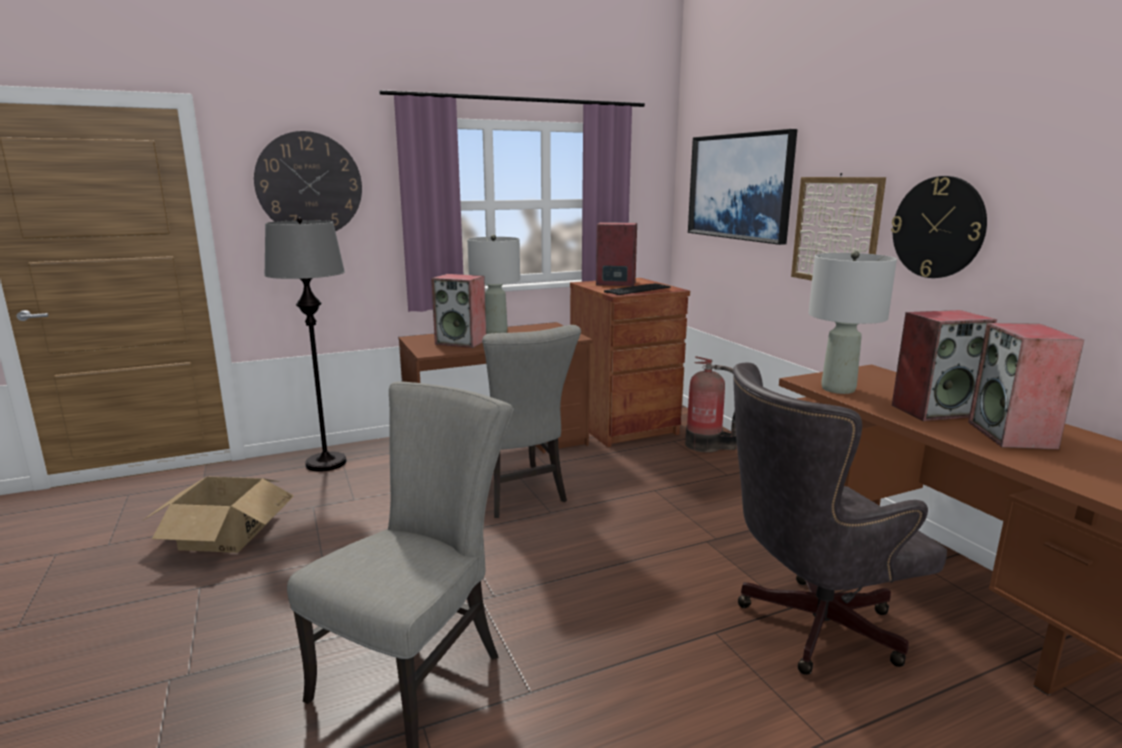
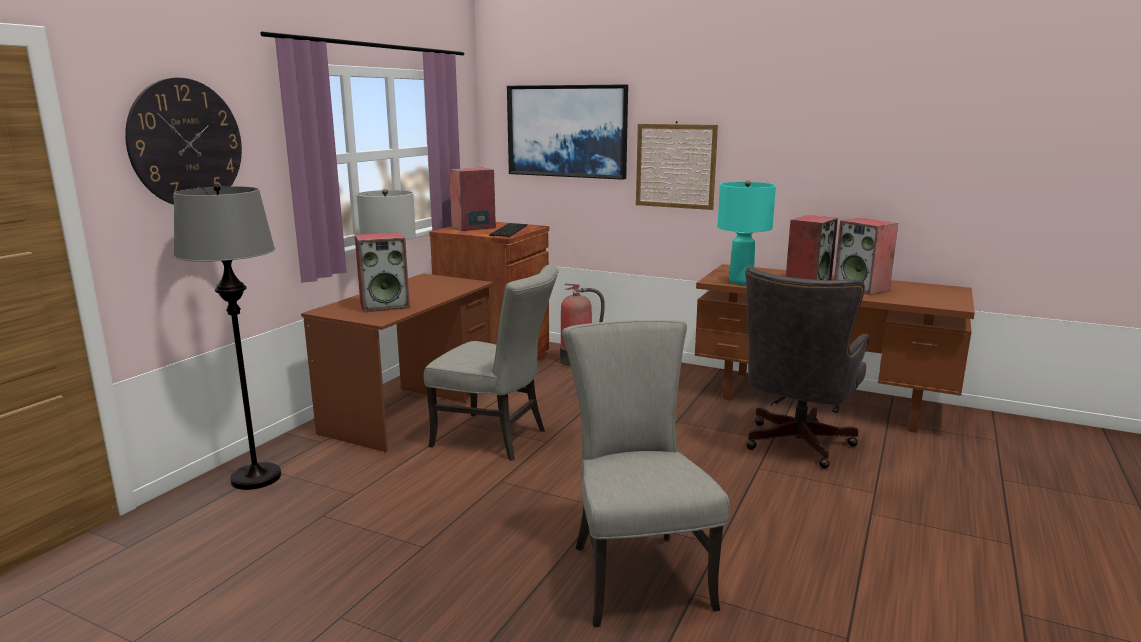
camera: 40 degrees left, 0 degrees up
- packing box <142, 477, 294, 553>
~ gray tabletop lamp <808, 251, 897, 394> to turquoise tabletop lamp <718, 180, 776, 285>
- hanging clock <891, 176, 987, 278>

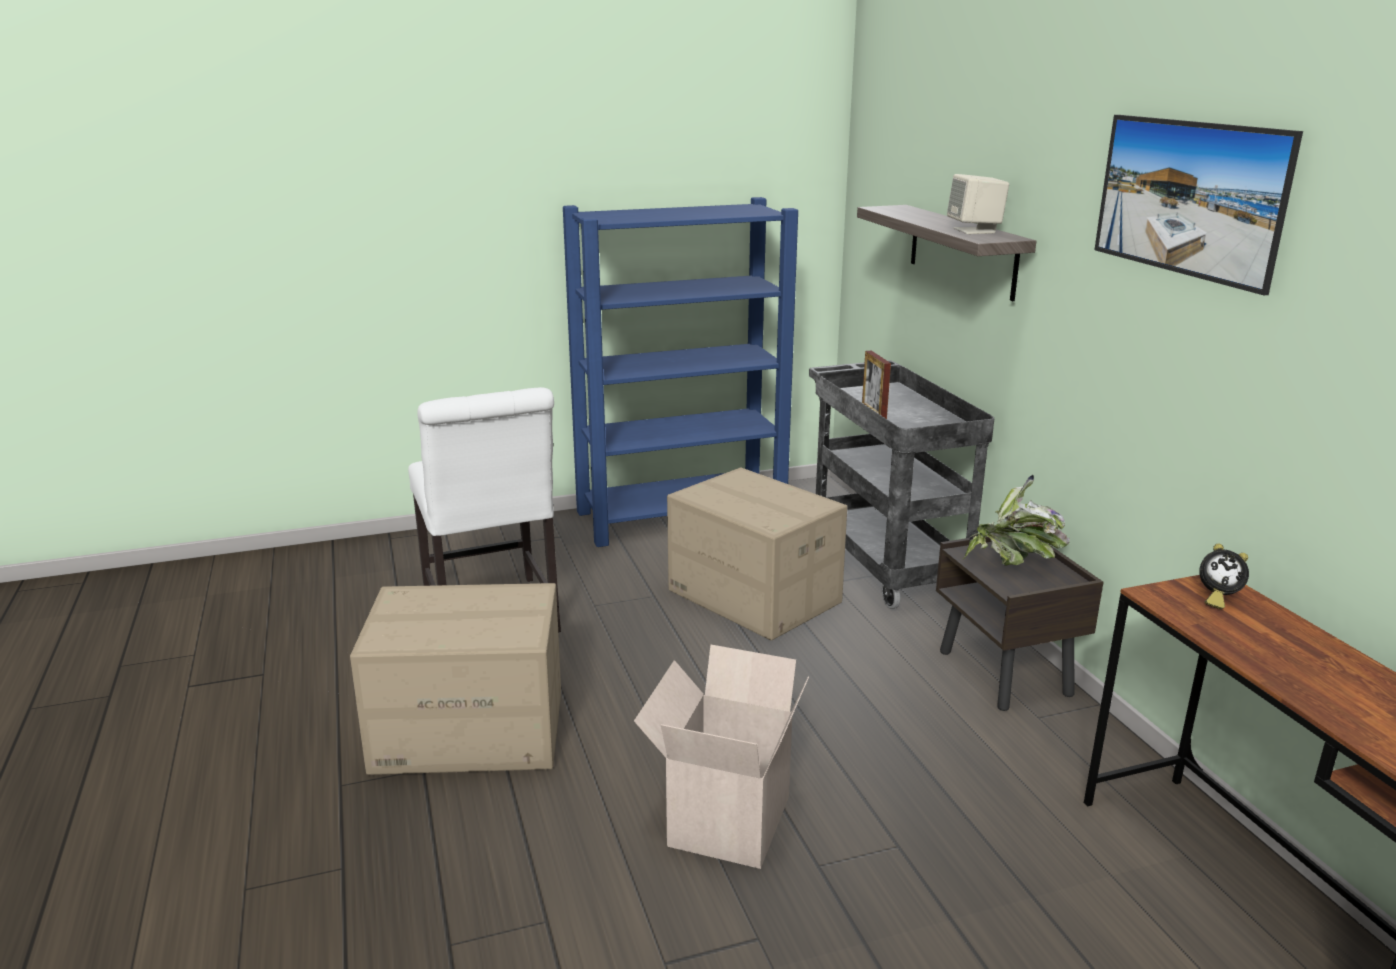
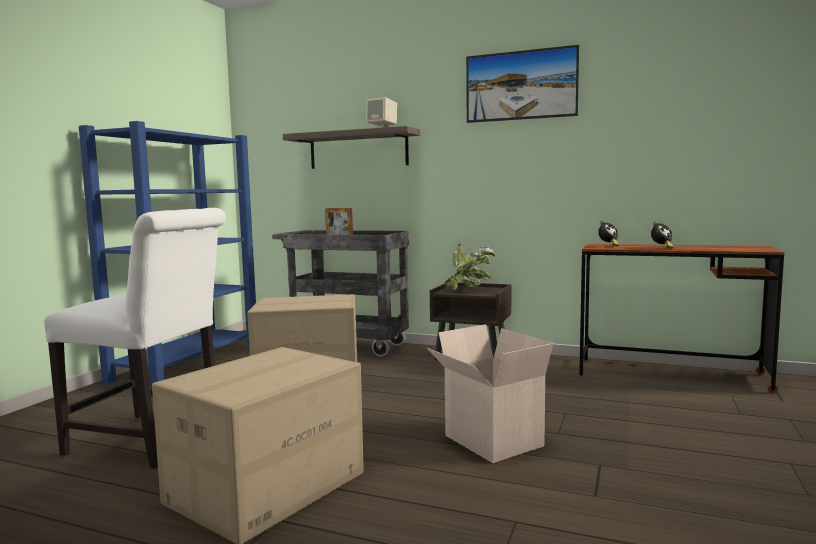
camera: 50 degrees left, 15 degrees down
+ table clock <651, 221, 674, 249>

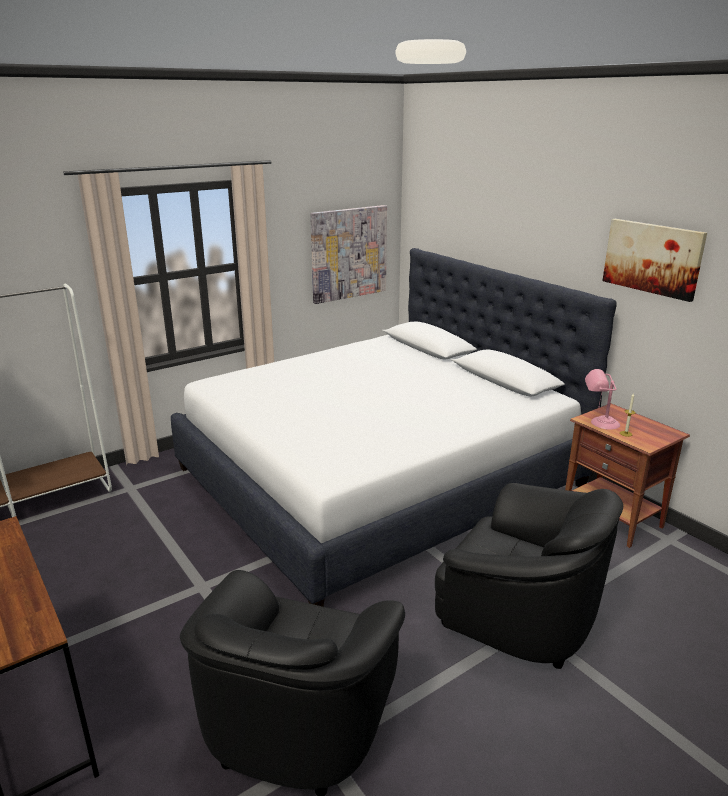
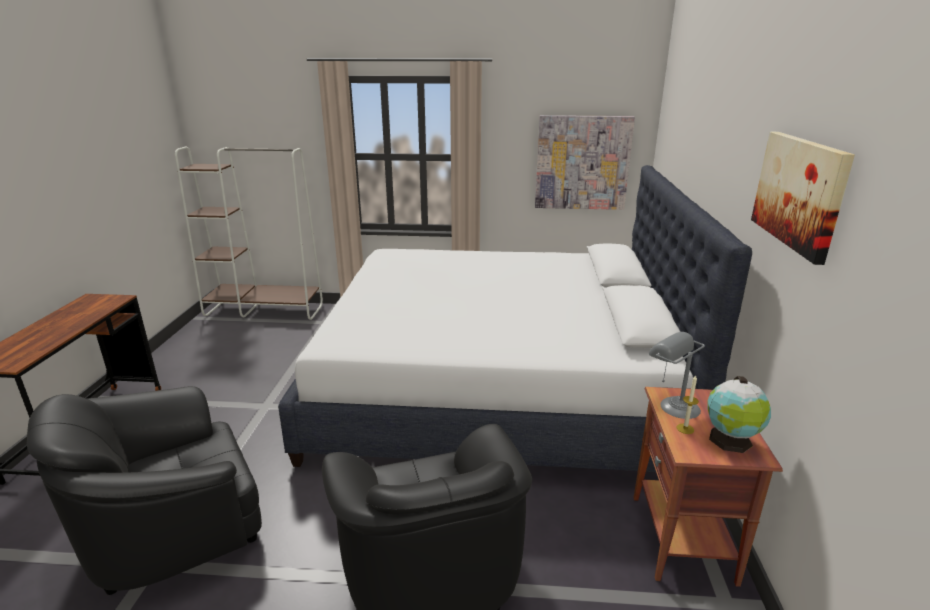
camera: 40 degrees right, 0 degrees up
~ pink-coloured tabletop lamp <585, 369, 620, 430> to gray tabletop lamp <649, 332, 705, 419>
+ desk globe <708, 376, 771, 453>

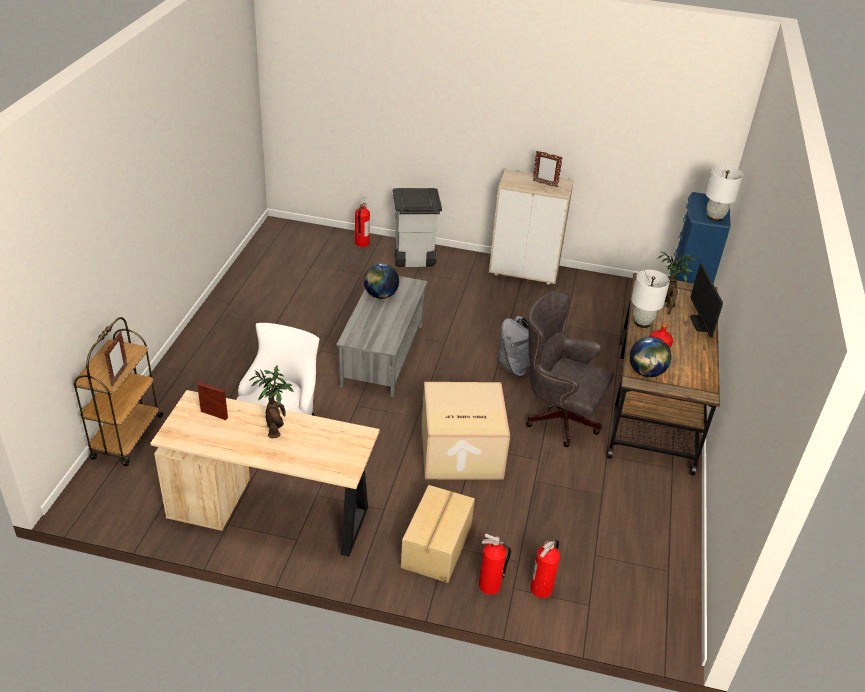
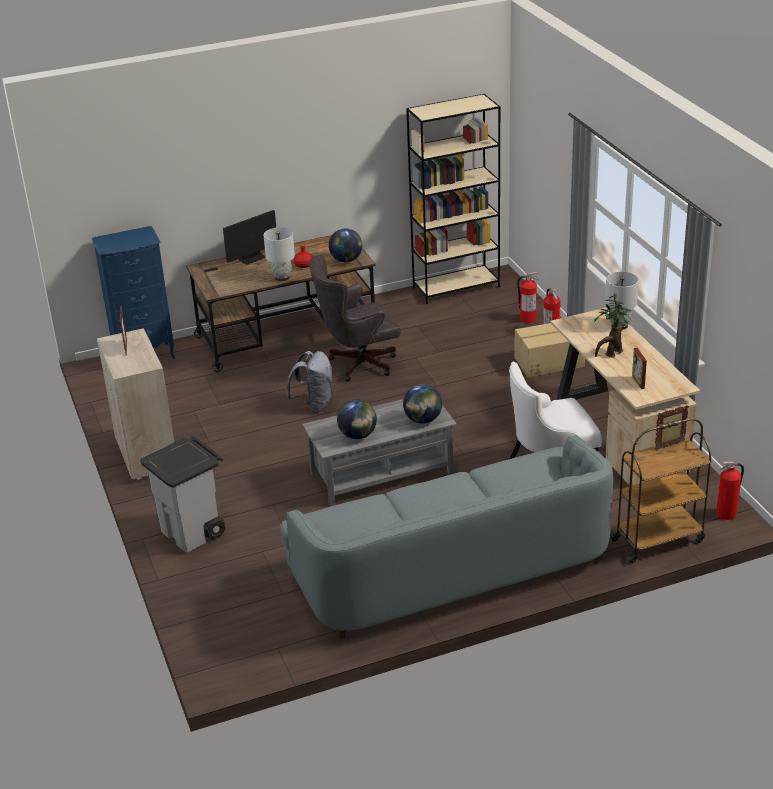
camera: 120 degrees left, 5 degrees down
~ fire extinguisher <355, 197, 370, 247> to <716, 462, 744, 520>
- packing box <421, 382, 510, 479>
~ gray desk chair <526, 291, 614, 447> = <310, 255, 401, 382> 75 degrees clockwise
- plant in a pot <657, 251, 695, 314>
~ white tabletop lamp <706, 165, 743, 222> to <605, 272, 639, 330>
+ gray sofa <280, 435, 613, 640>
+ desk globe <403, 384, 442, 424>
+ beige shelving unit <406, 94, 500, 304>

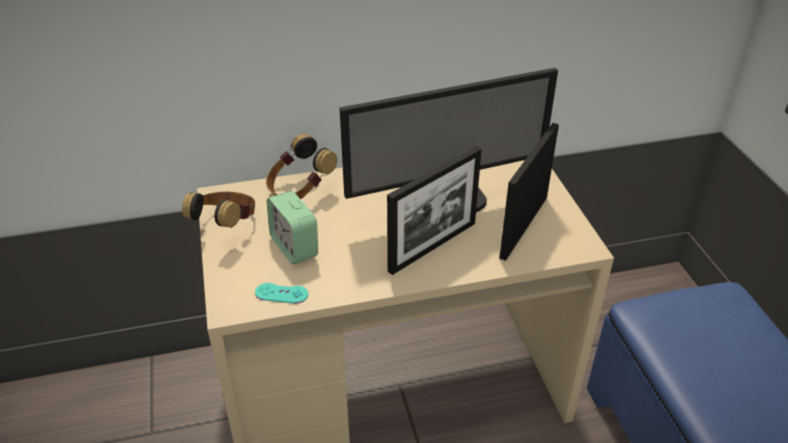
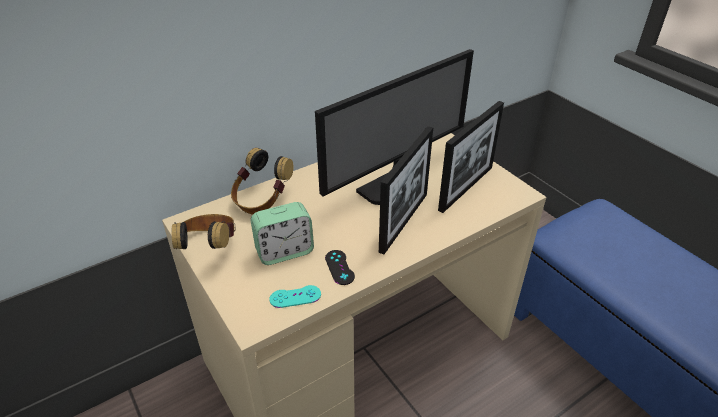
camera: 20 degrees left, 0 degrees up
~ table clock <267, 191, 318, 265> = <251, 202, 314, 265> 60 degrees counterclockwise
~ standing frame <499, 123, 559, 261> = <438, 101, 504, 213> 150 degrees counterclockwise
+ blackish gamepad <325, 250, 355, 285>

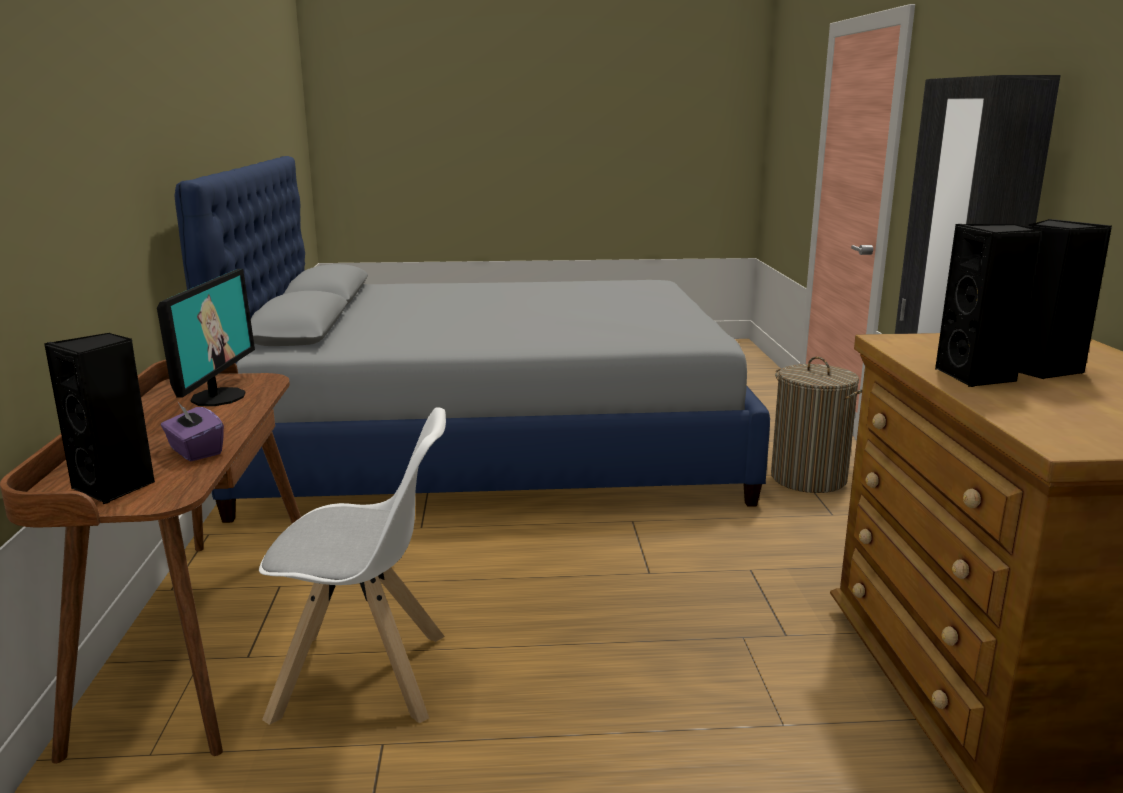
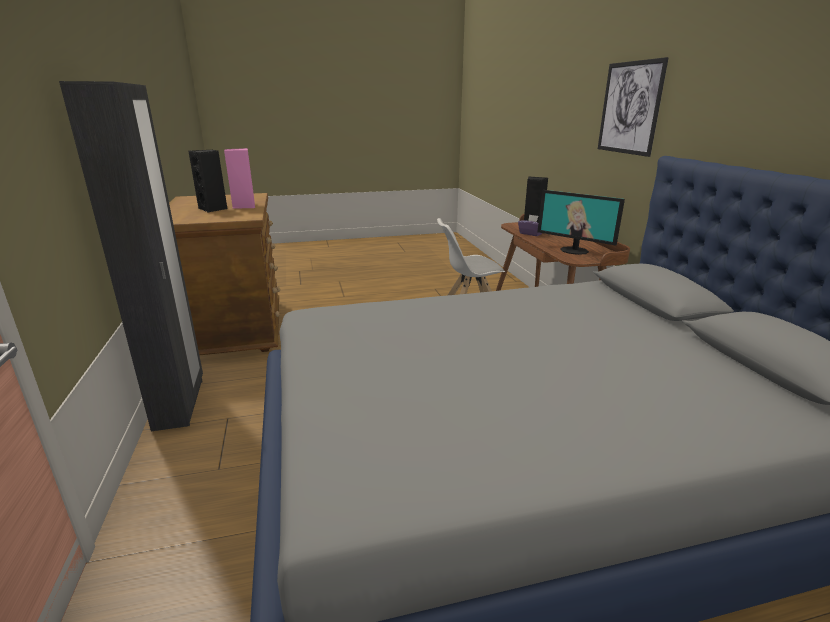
camera: 170 degrees right, 5 degrees up
~ monitor <157, 269, 255, 406> = <538, 190, 625, 255> 45 degrees counterclockwise
- washing basket <771, 357, 862, 493>
~ blackish speaker <935, 224, 1042, 387> to pink-coloured speaker <224, 148, 255, 209>
+ wall art <598, 57, 669, 157>

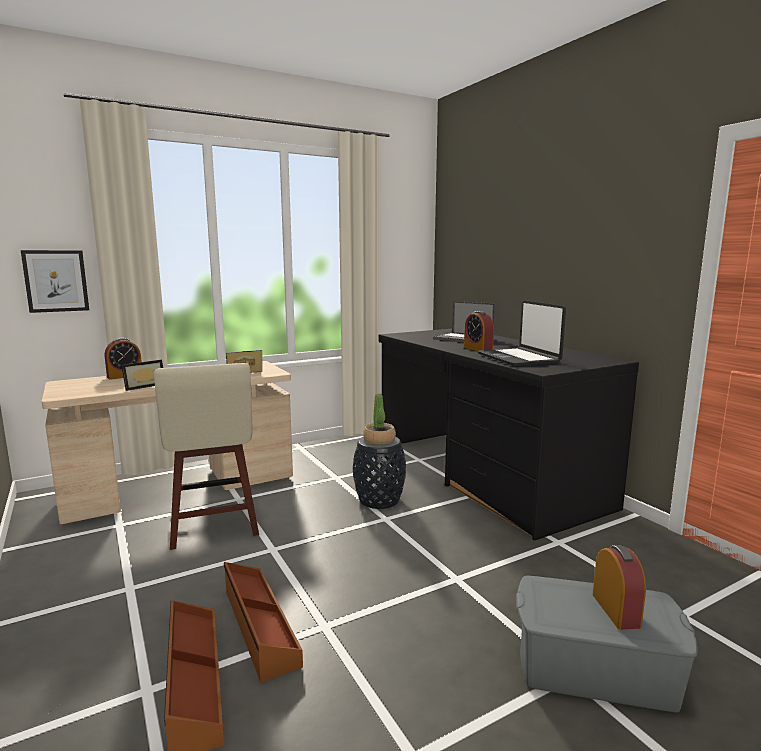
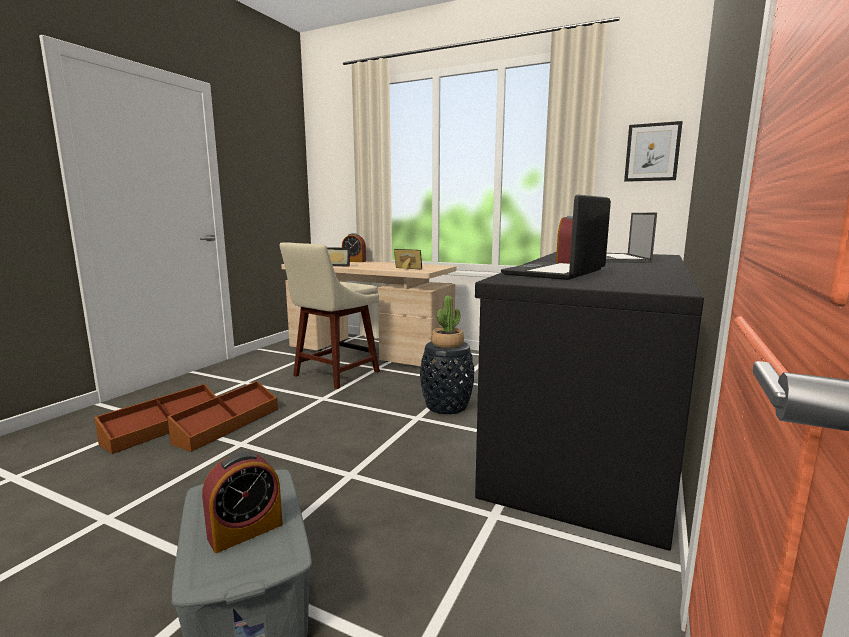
camera: 55 degrees right, 0 degrees up
~ wall art <21, 250, 89, 313> to <624, 121, 683, 182>

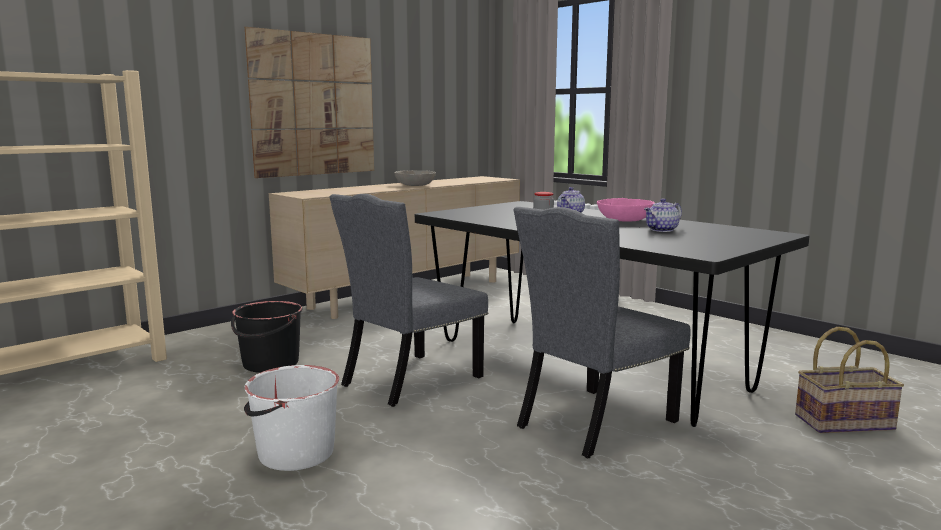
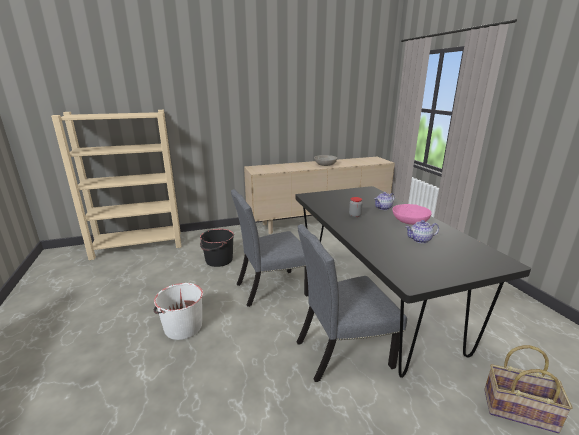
camera: 25 degrees right, 10 degrees up
- wall art <245, 27, 374, 178>

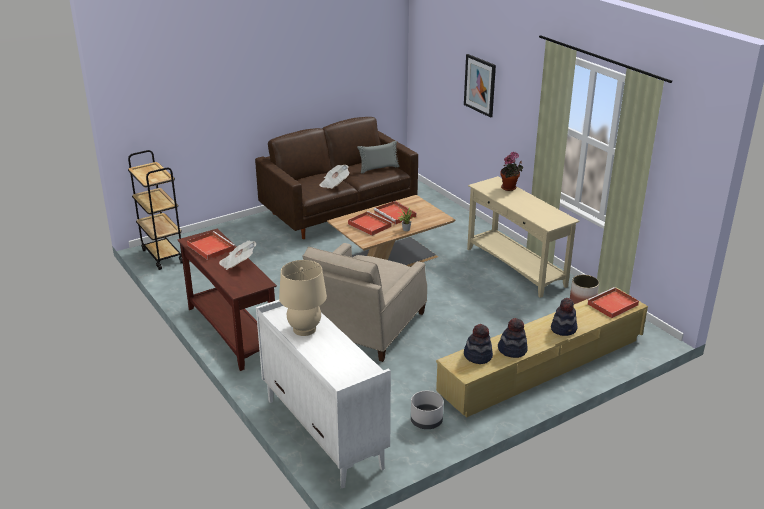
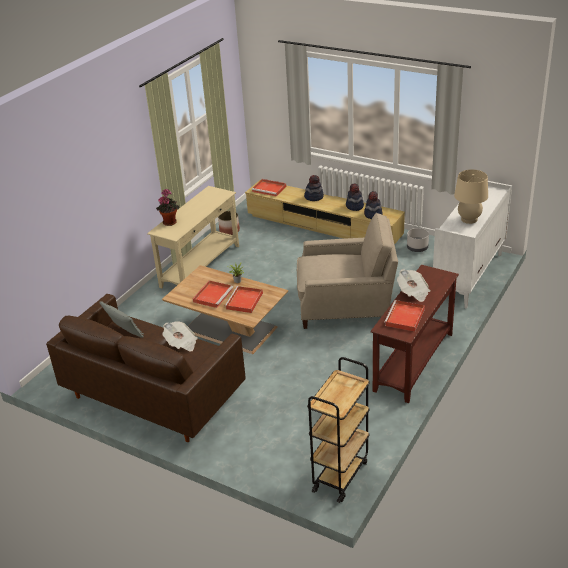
camera: 115 degrees left, 5 degrees up
- wall art <464, 54, 496, 118>

